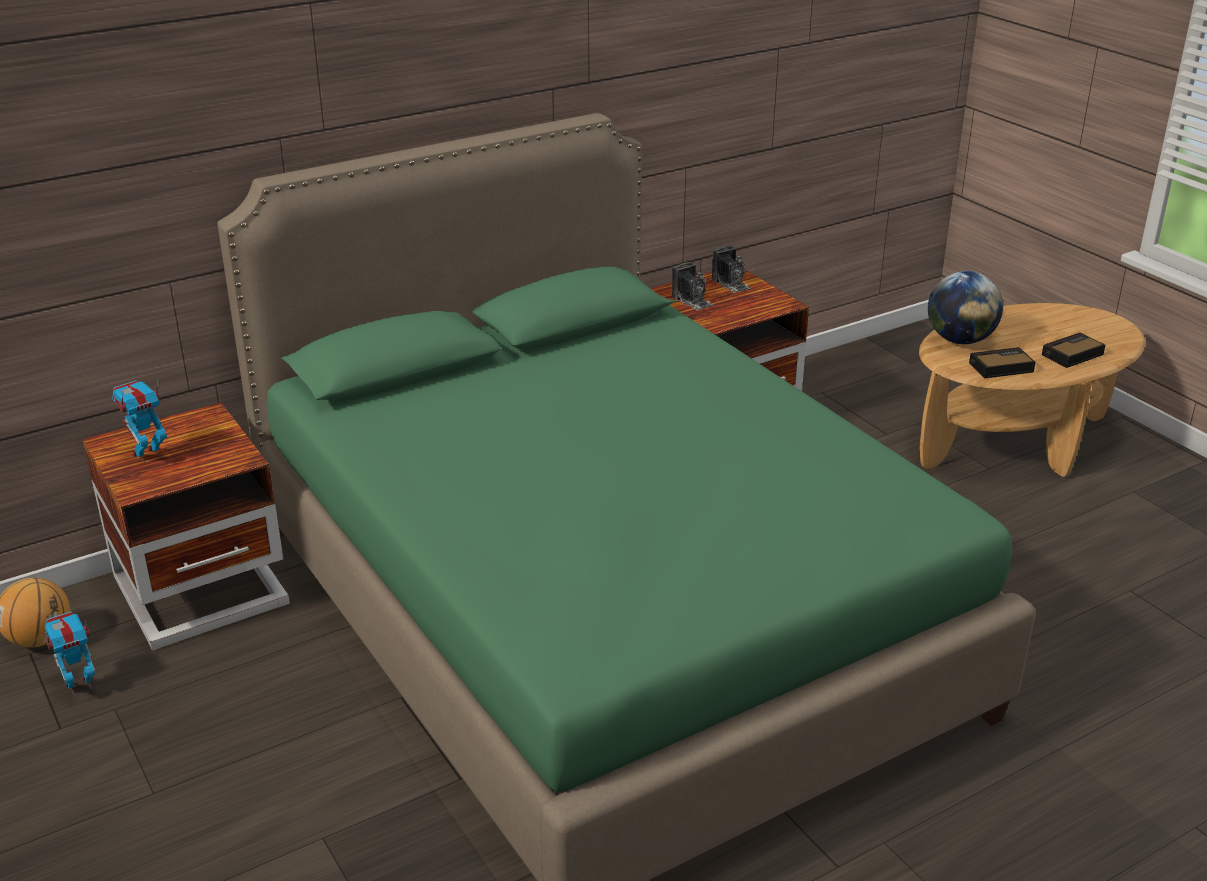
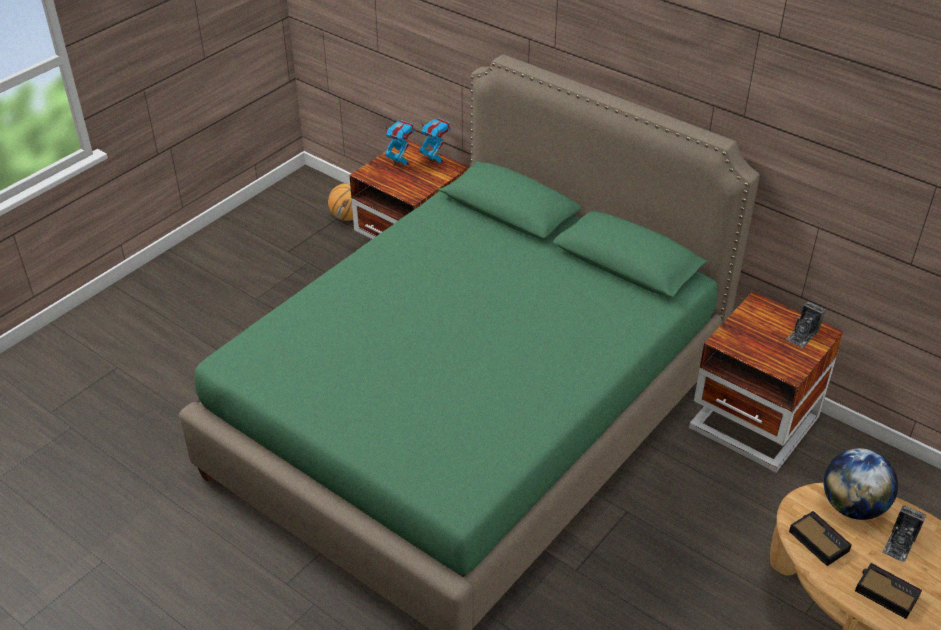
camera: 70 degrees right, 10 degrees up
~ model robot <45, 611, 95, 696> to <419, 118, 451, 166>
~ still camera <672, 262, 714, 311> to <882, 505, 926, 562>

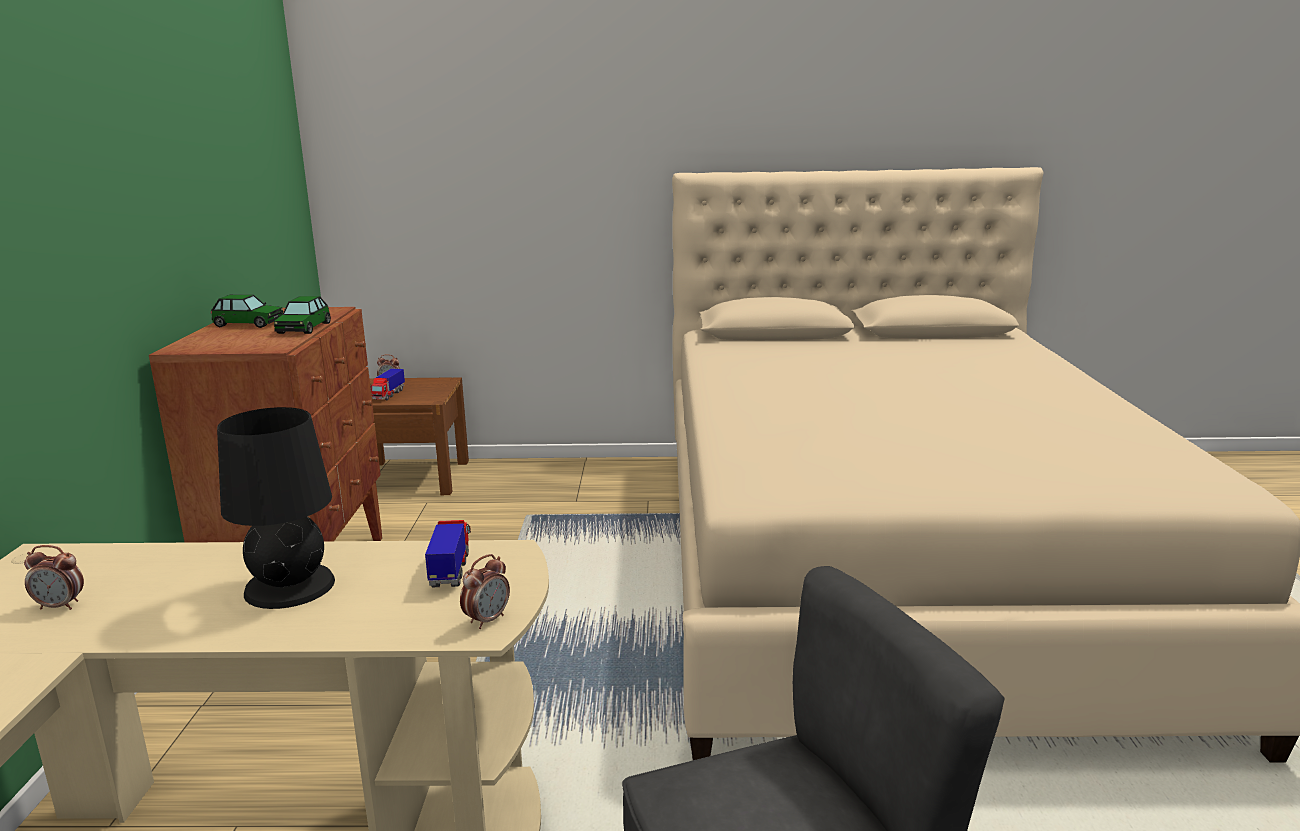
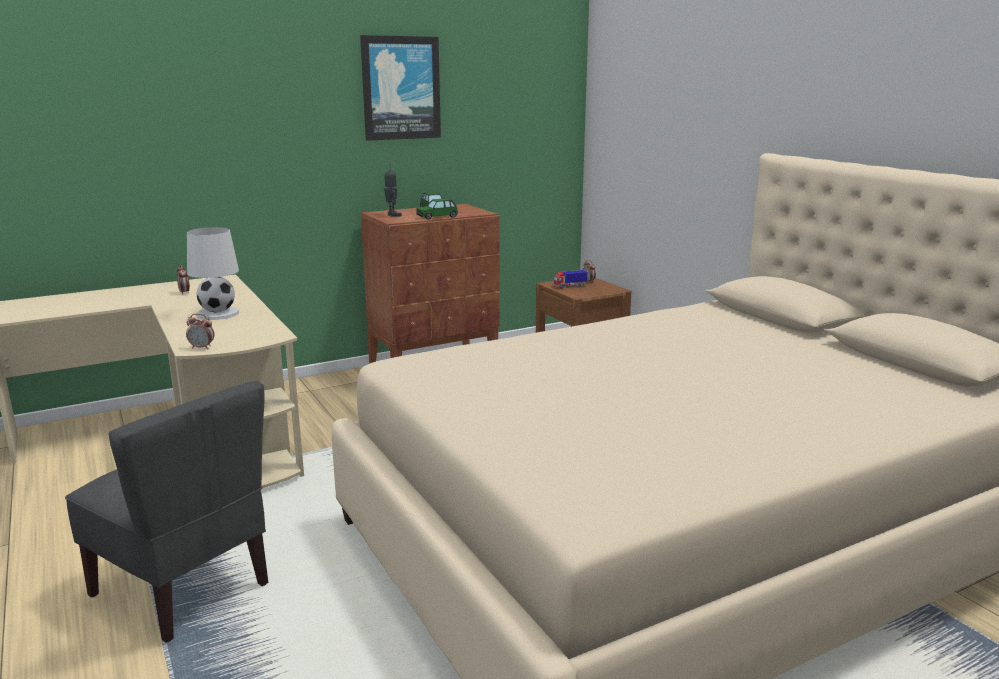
camera: 60 degrees right, 0 degrees up
~ blackish tabletop lamp <217, 407, 335, 609> to white tabletop lamp <187, 227, 240, 320>
- toy lorry <425, 520, 471, 587>
+ wall art <360, 35, 441, 141>
+ model robot <384, 169, 402, 217>

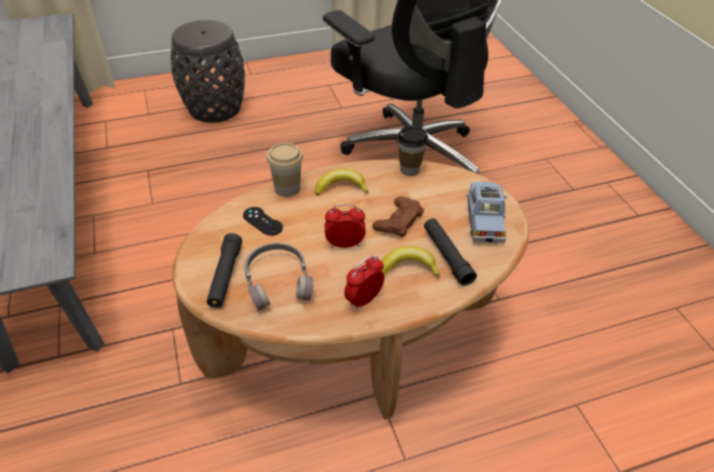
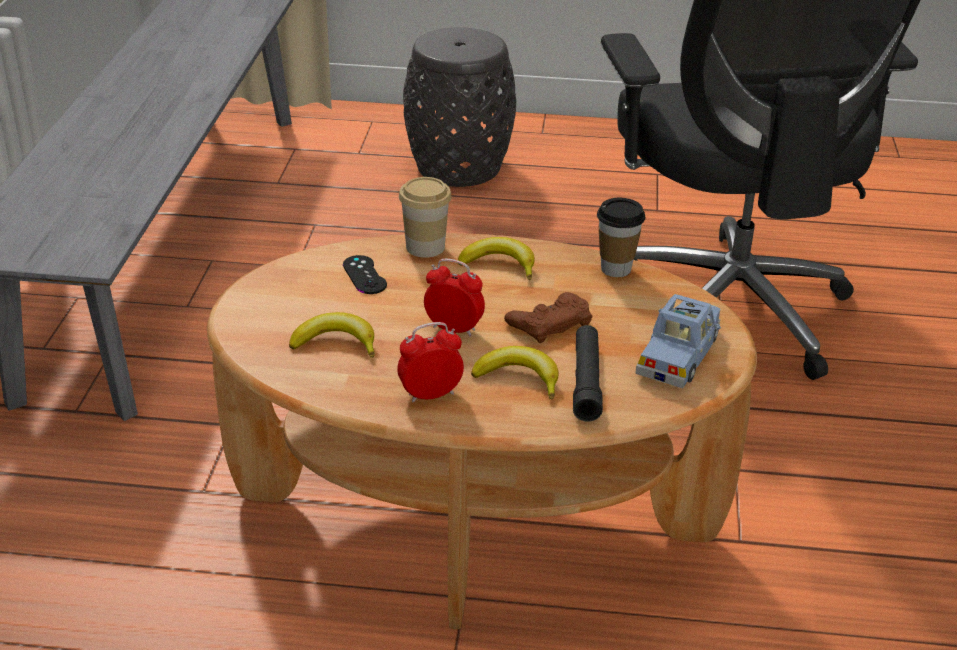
camera: 25 degrees right, 10 degrees down
- blackish hand torch <206, 233, 242, 308>
~ gray headphones <244, 243, 314, 310> to whole banana <289, 312, 375, 358>

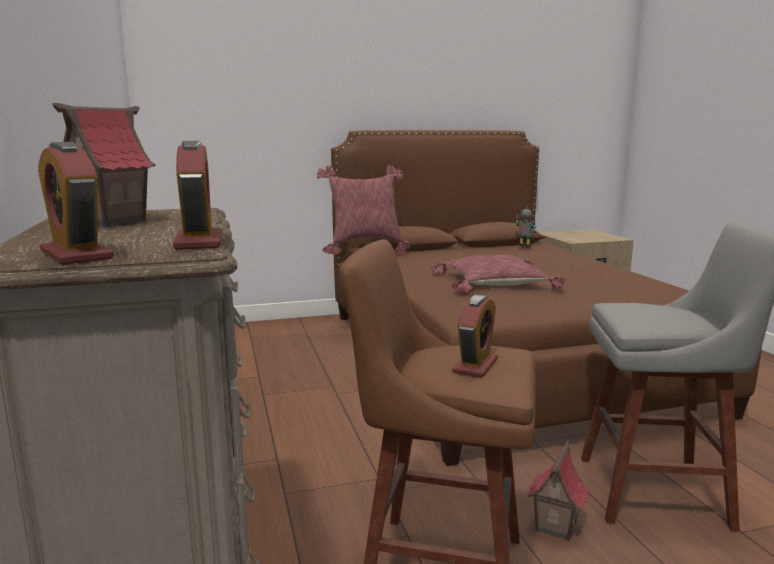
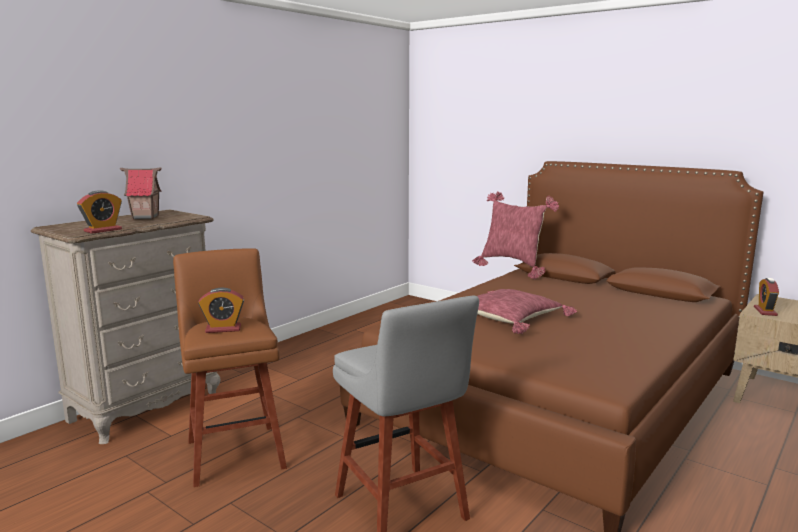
camera: 55 degrees right, 0 degrees up
~ table clock <38, 142, 114, 265> to <754, 278, 779, 316>
- model robot <516, 205, 536, 250>
- model house <527, 440, 590, 541>

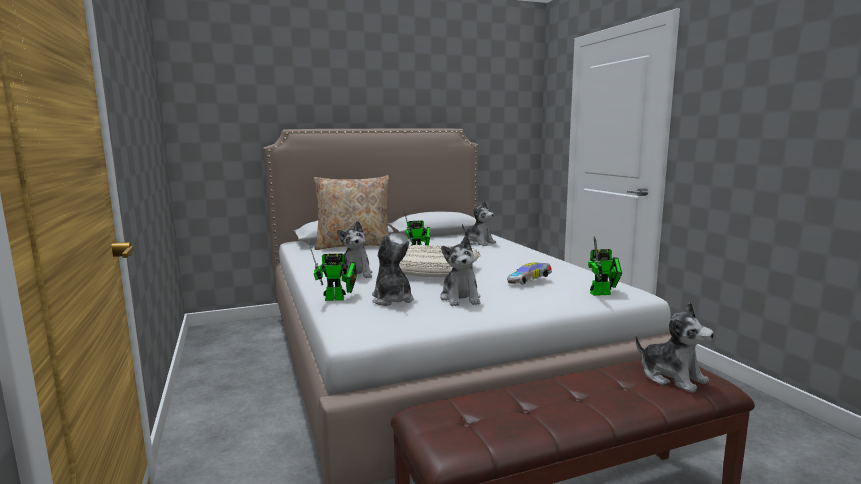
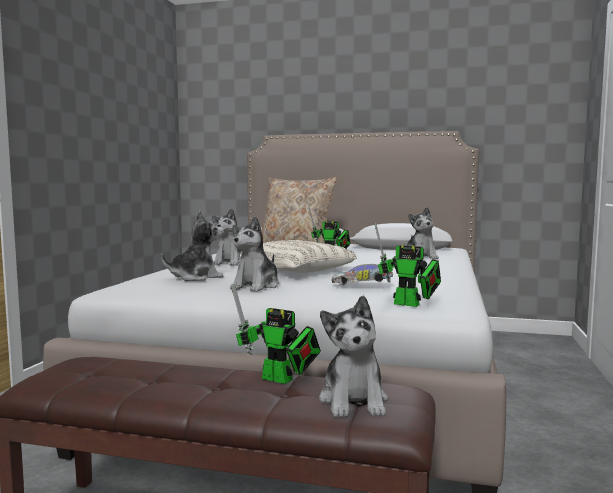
camera: 35 degrees right, 5 degrees down
~ model robot <308, 240, 357, 301> to <232, 284, 321, 384>
~ plush toy <372, 234, 414, 306> = <161, 211, 224, 281> 45 degrees clockwise

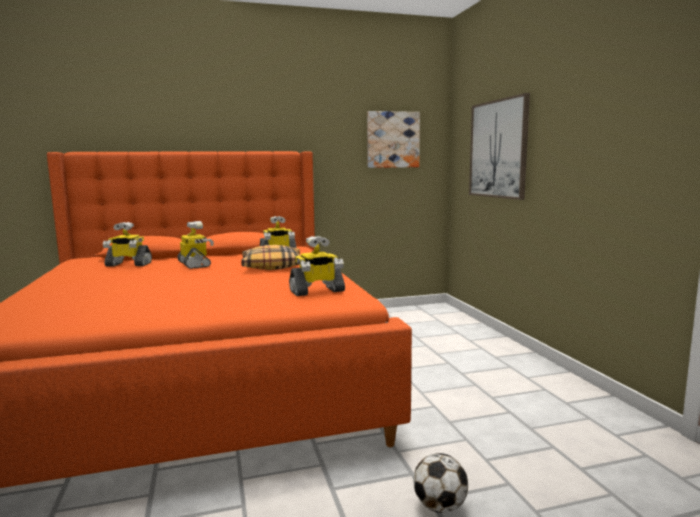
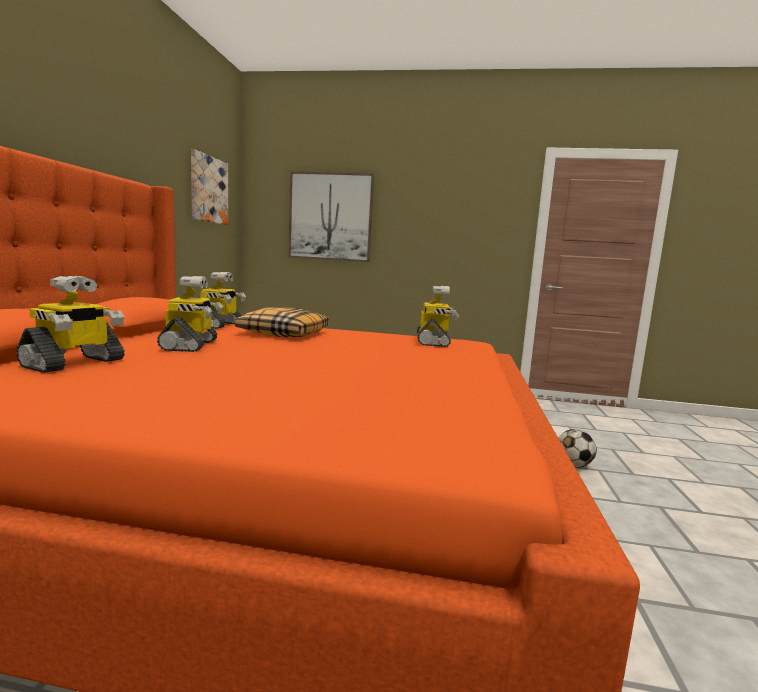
camera: 65 degrees left, 0 degrees up
~ model robot <177, 221, 214, 269> = <157, 276, 223, 352> 90 degrees clockwise

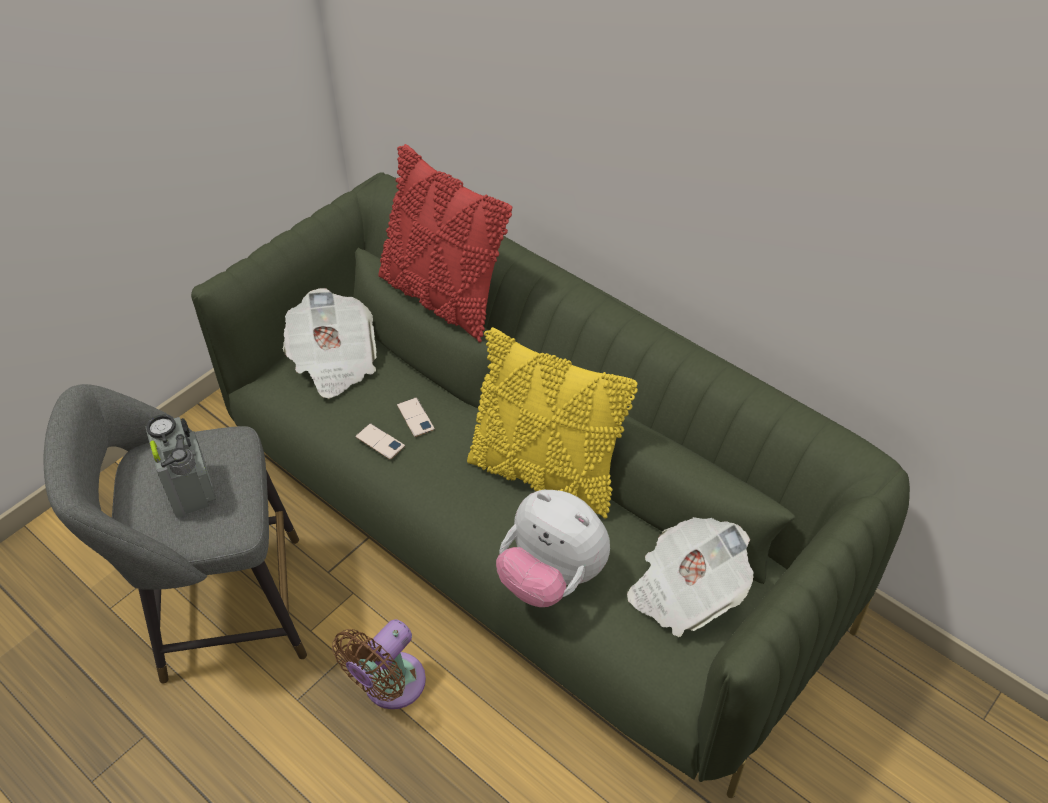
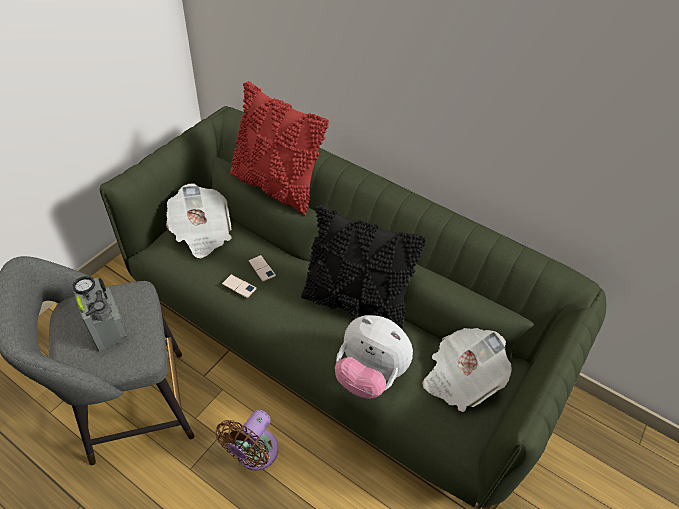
camera: 10 degrees left, 0 degrees up
~ yellowish throw pillow <467, 327, 638, 519> to blackish throw pillow <301, 204, 426, 328>

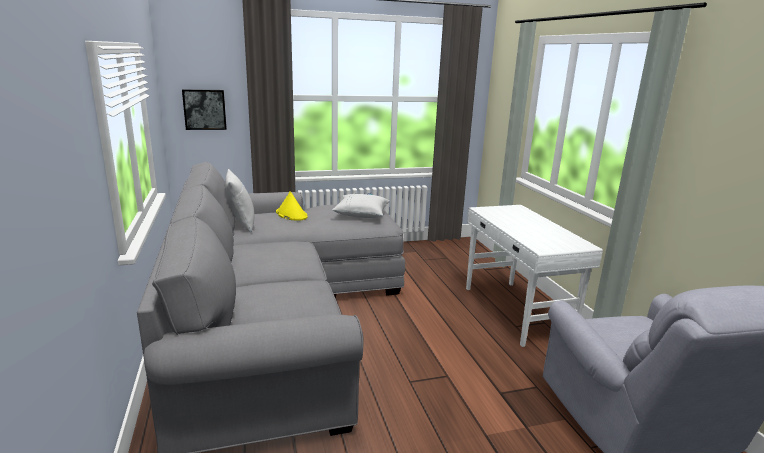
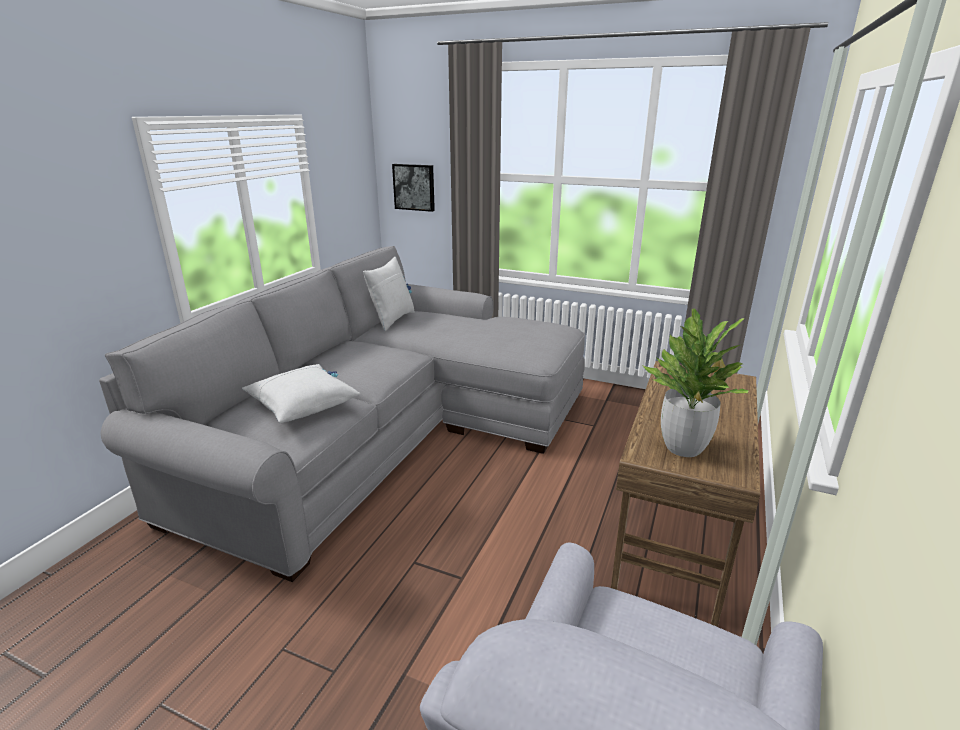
camera: 40 degrees right, 5 degrees up
- yellowish hat <276, 191, 308, 221>
~ gray throw pillow <332, 193, 390, 218> to <242, 364, 360, 423>
~ white console table <466, 205, 603, 347> to brown console table <611, 361, 760, 627>
+ plant in a pot <643, 308, 749, 457>

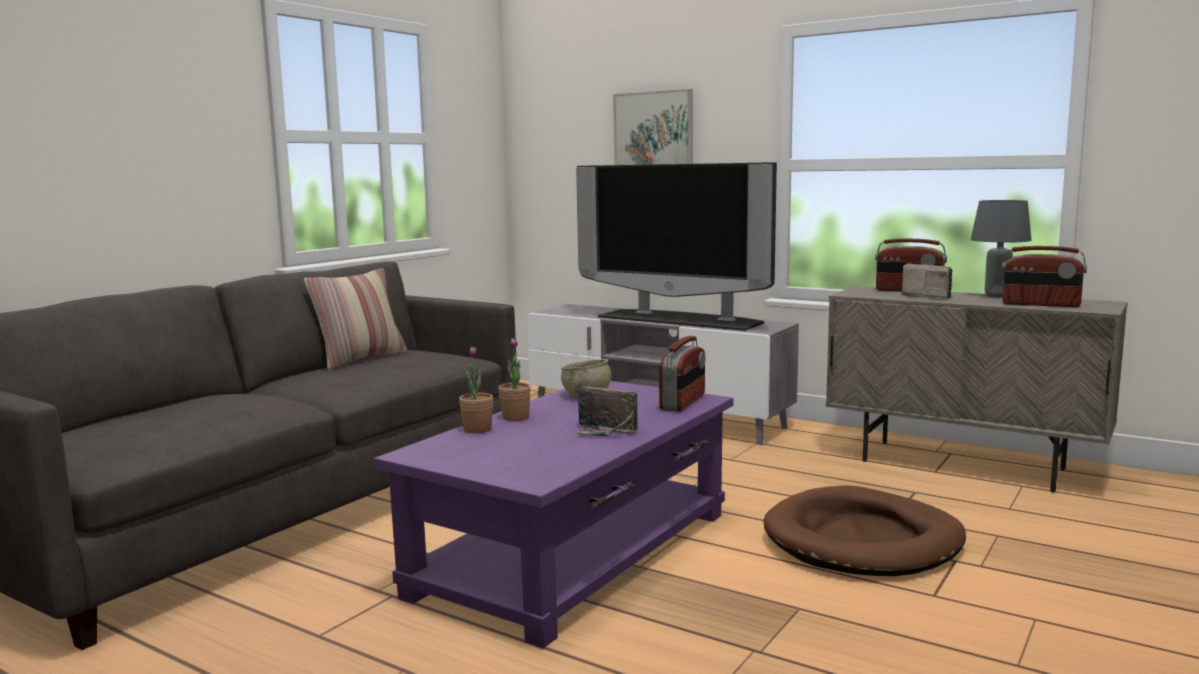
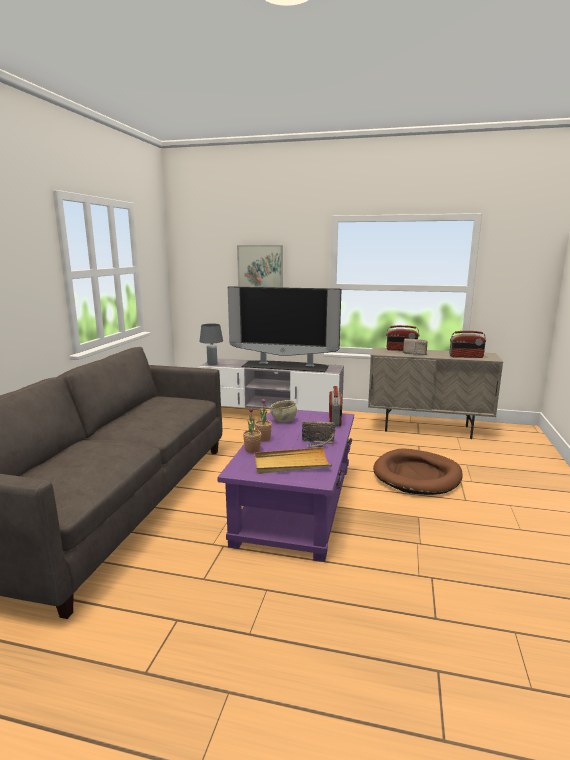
camera: 20 degrees left, 5 degrees up
- throw pillow <304, 268, 407, 369>
~ gray tabletop lamp <971, 200, 1032, 298> to <199, 324, 223, 365>
+ beige tray <255, 447, 332, 474>

